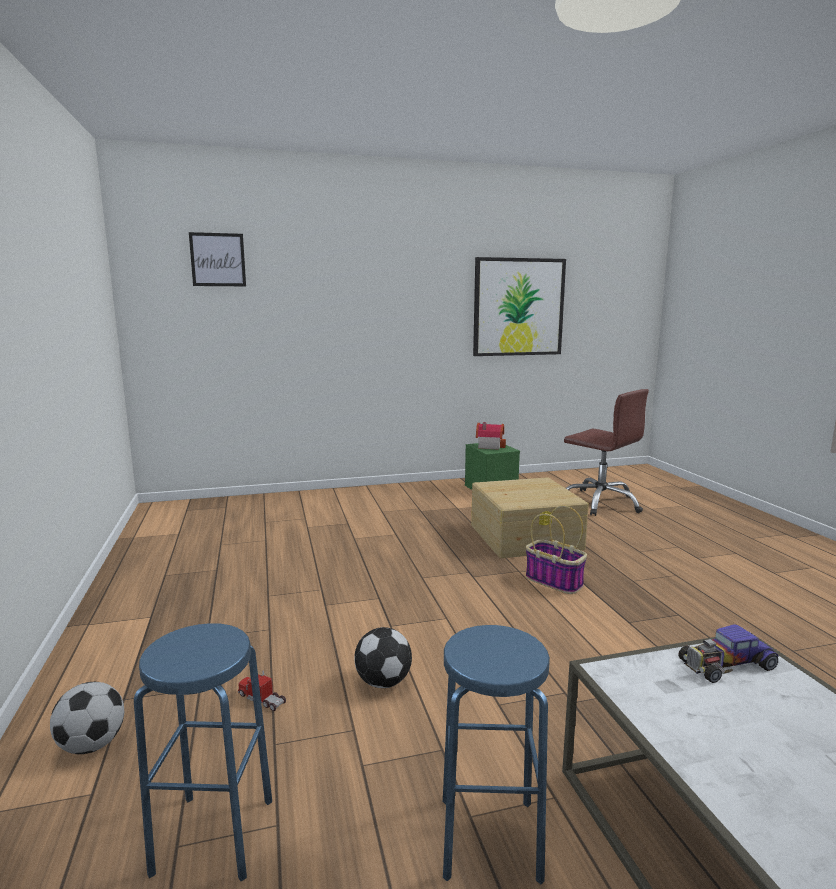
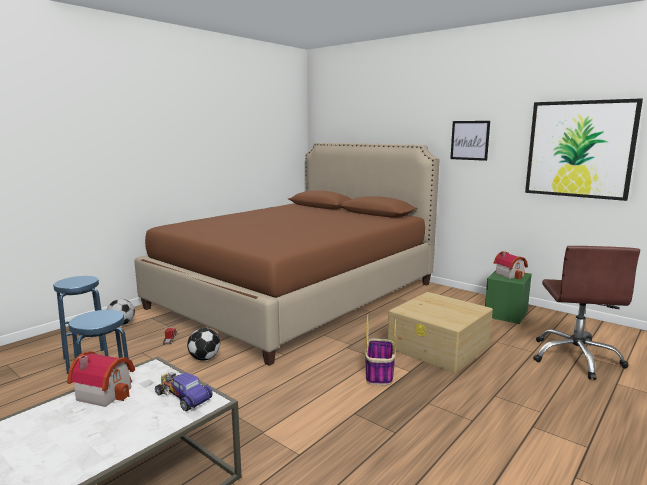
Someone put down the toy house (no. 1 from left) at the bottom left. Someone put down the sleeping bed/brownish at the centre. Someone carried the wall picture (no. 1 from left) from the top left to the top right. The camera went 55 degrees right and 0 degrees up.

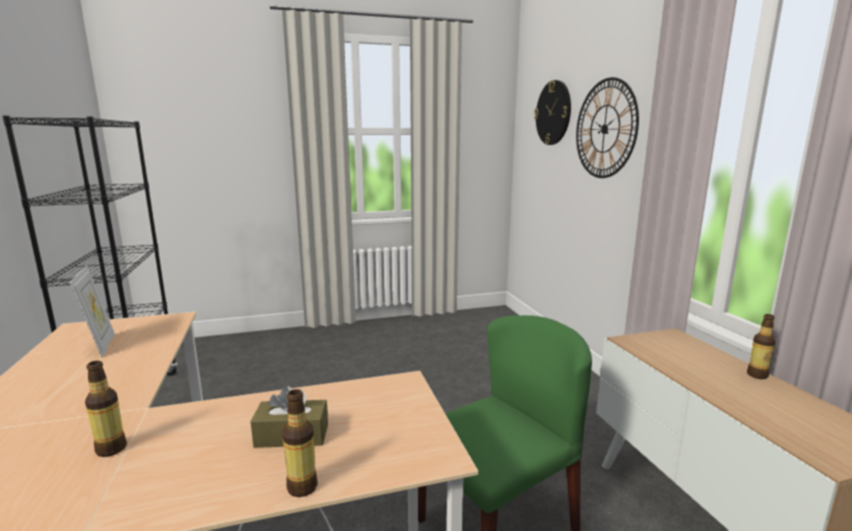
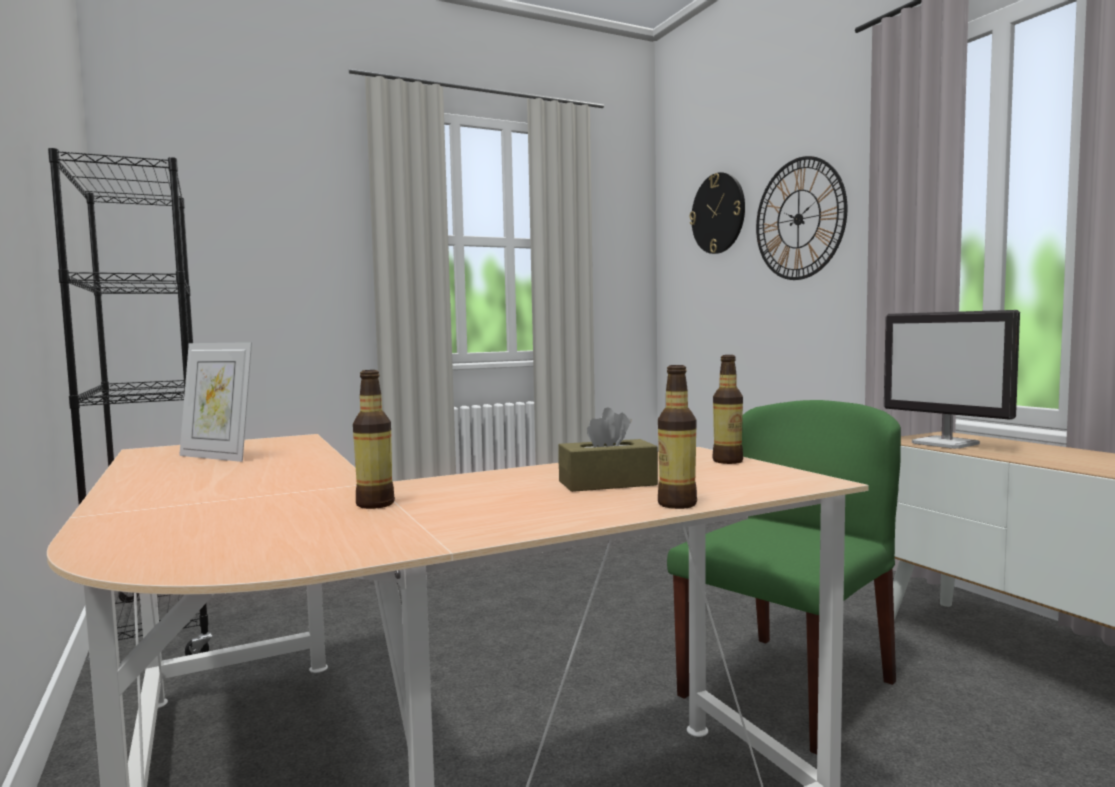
Someone put down the computer display at the middle right. Someone carried the beverage bottle (no. 3 from left) from the middle right to the centre. Someone rotated the standing frame at the middle left by 150 degrees clockwise. The camera went 10 degrees left and 10 degrees down.

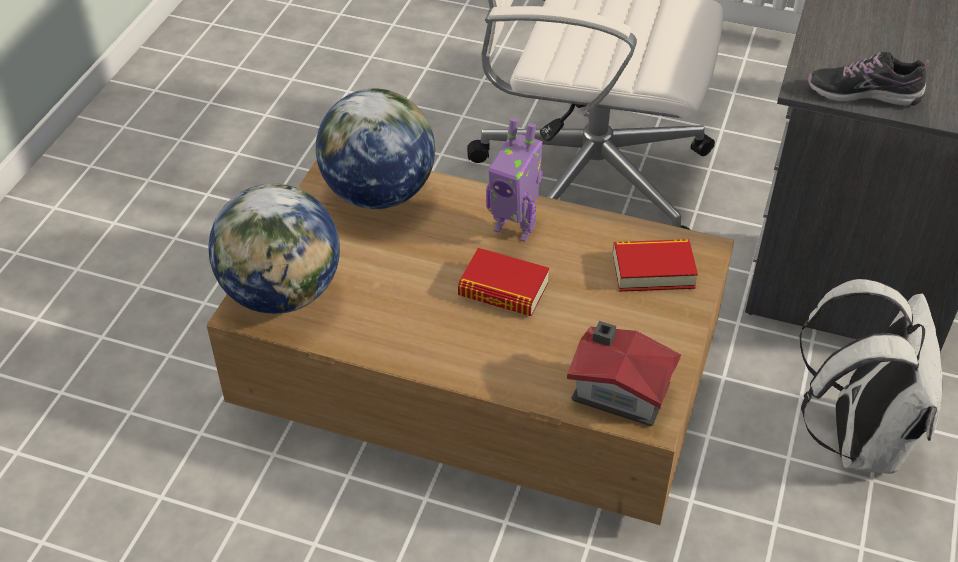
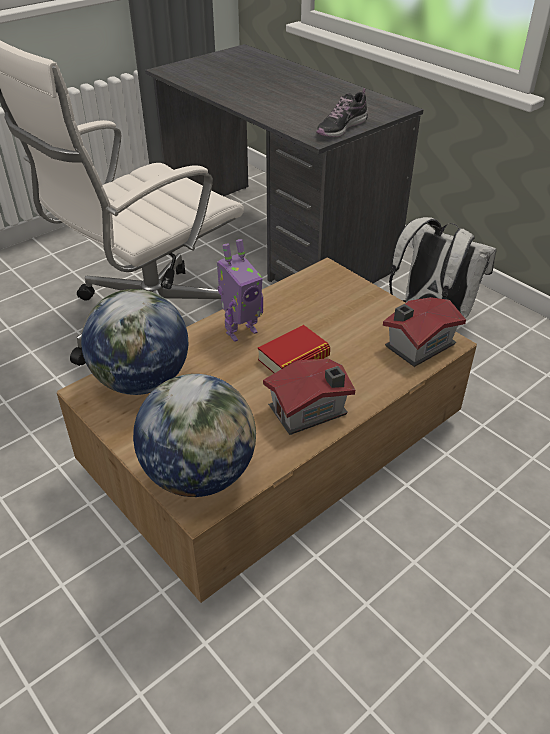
Someone took away the volume (no. 2 from left) at the middle right. Someone put down the toy house (no. 1 from left) at the centre. The camera went 60 degrees left and 5 degrees down.

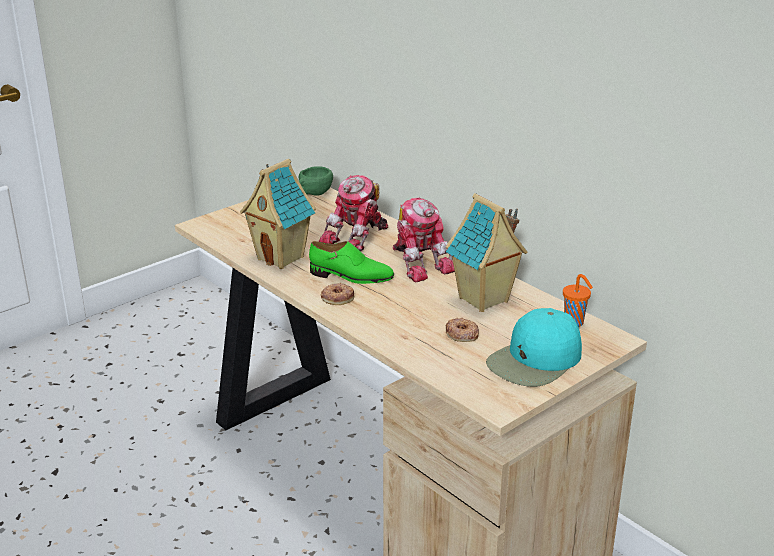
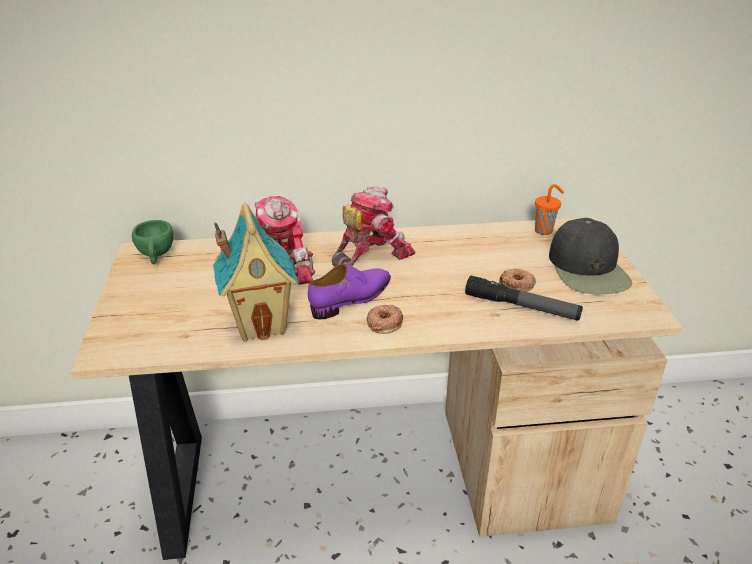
Someone took away the toy house (no. 2 from left) at the centre. Someone put down the hand torch at the middle right. Someone repainted the item of footwear/green at the centre, which became the item of footwear/purplish at the centre. Someone repainted the peaked cap/turquoise-coloured at the middle right, which became the peaked cap/black at the middle right. Someone rotated the robot figure (no. 2 from left) at the centre by 45 degrees counterclockwise. The camera went 55 degrees left and 5 degrees up.

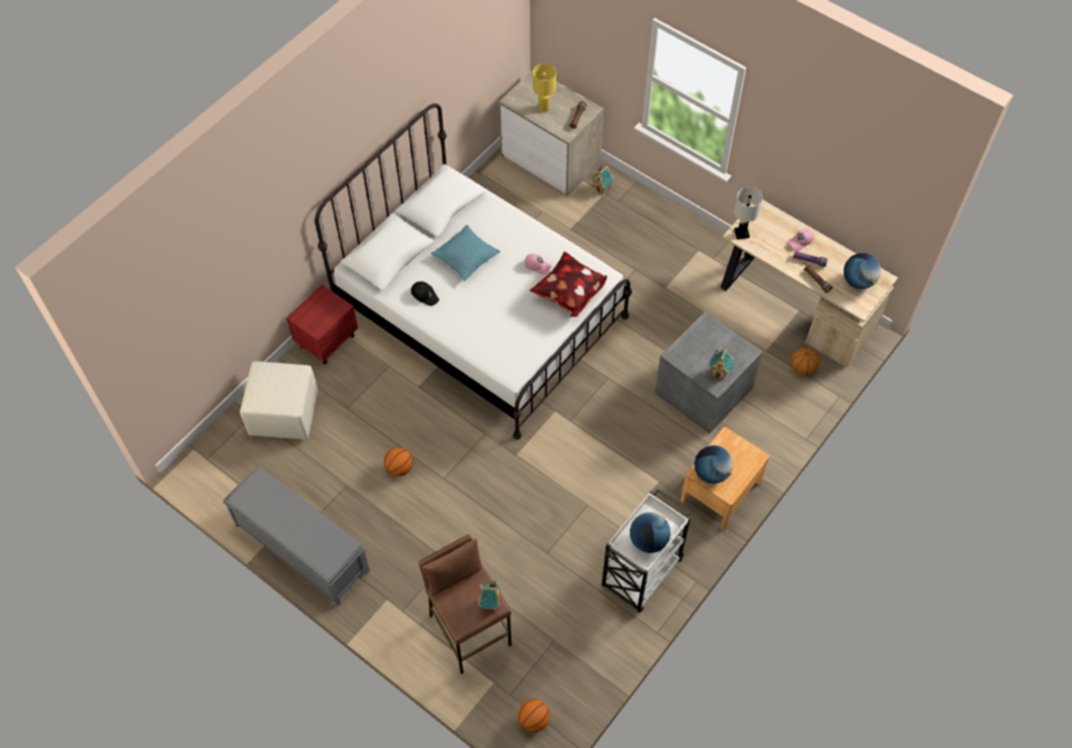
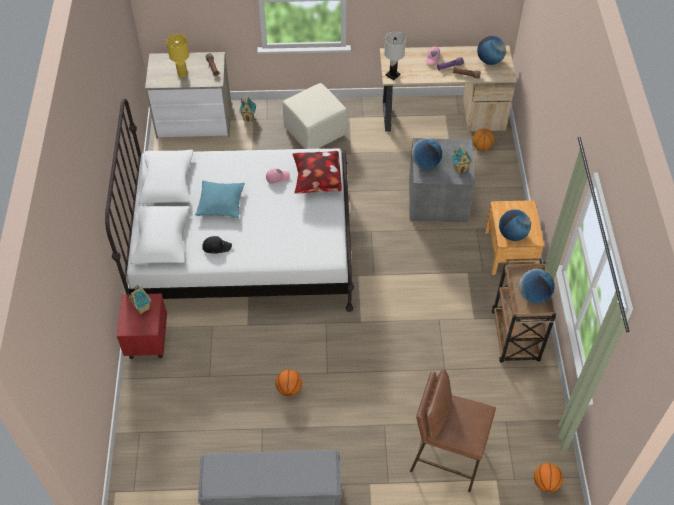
Someone put down the world globe (no. 1 from left) at the top centre. Someone carried the ottoman/beige-coloured from the middle left to the top centre. Someone carried the toy house (no. 1 from left) from the bottom centre to the middle left. Someone repainted the wheeled cart/whitish at the bottom centre, which became the wheeled cart/brownish at the middle right. The camera went 40 degrees left and 5 degrees down.

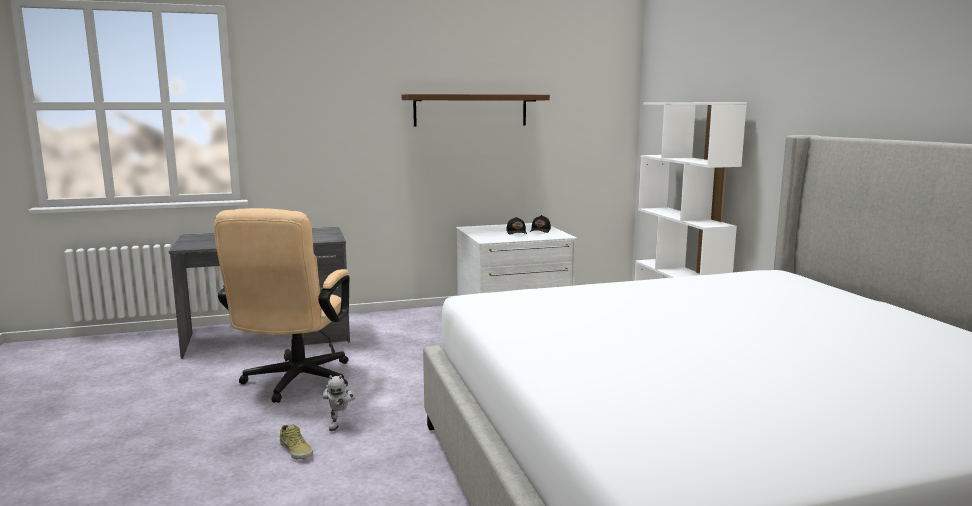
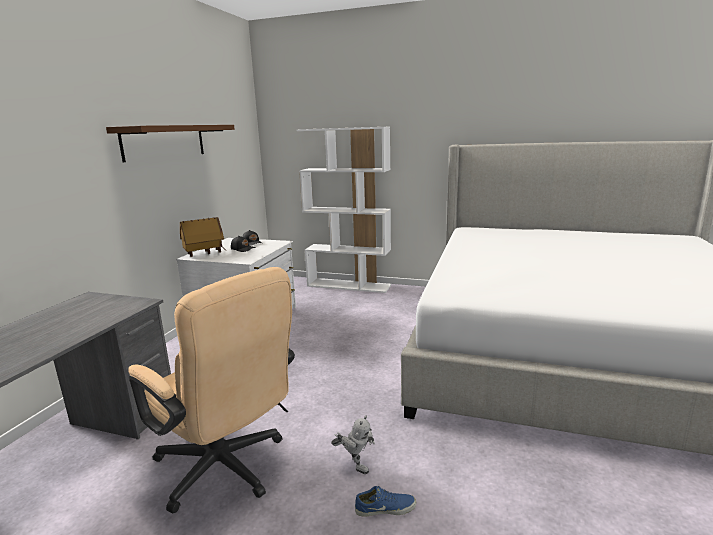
Someone put down the toy house at the middle left. Someone repainted the item of footwear/beige-coloured at the bottom left, which became the item of footwear/bluish at the bottom centre. The camera went 55 degrees left and 5 degrees up.

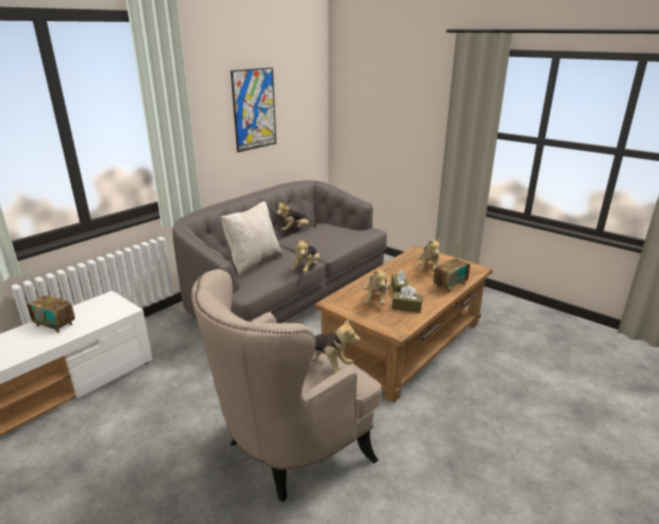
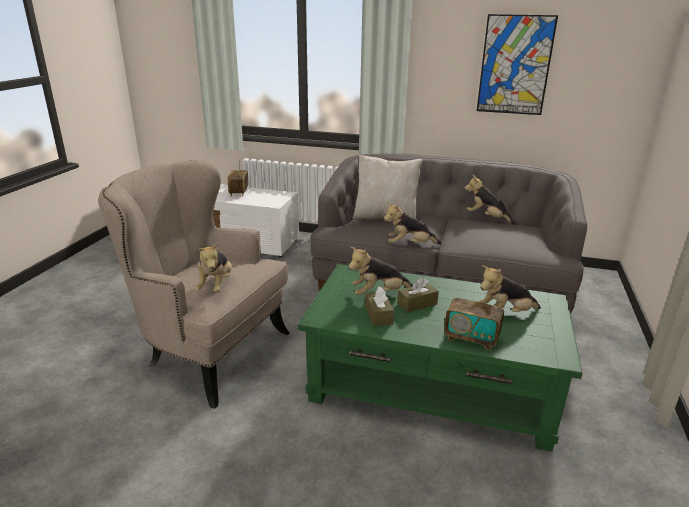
Someone repainted the low table/brownish at the centre, which became the low table/green at the bottom centre. The camera went 65 degrees right and 0 degrees up.

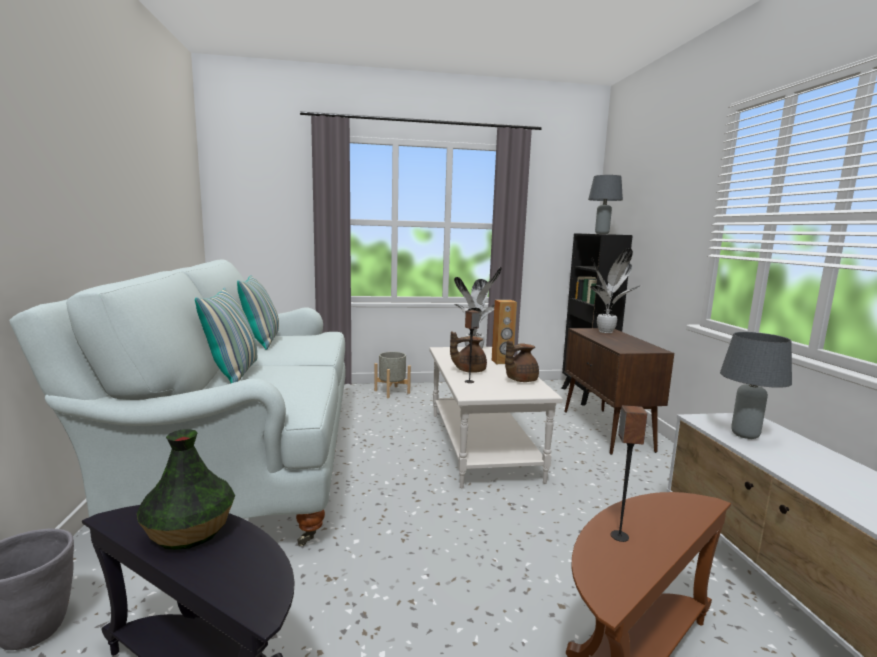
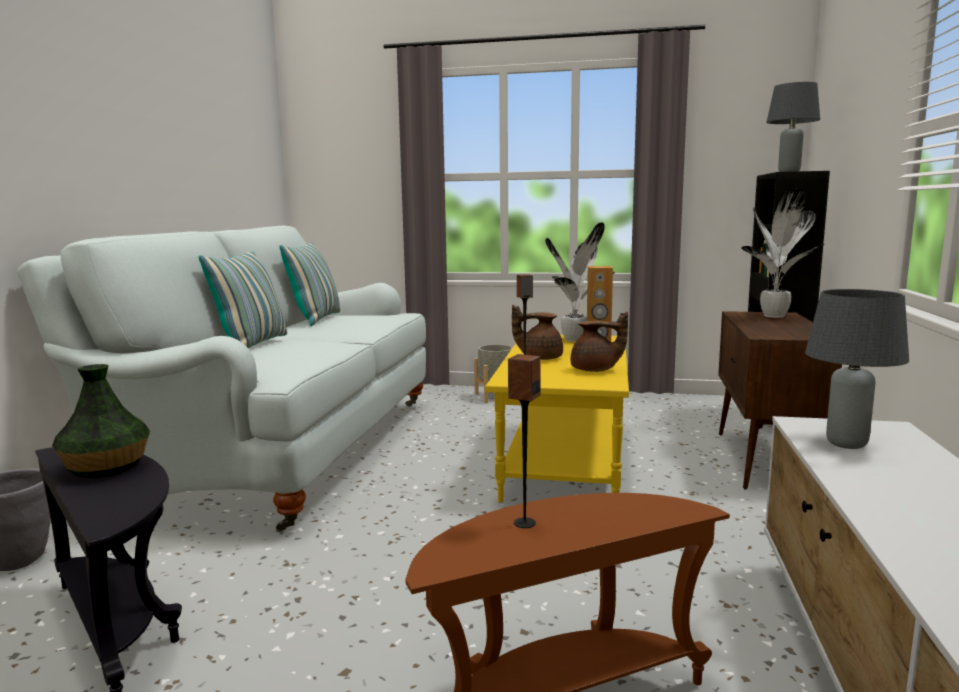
Someone repainted the low table/whitish at the centre, which became the low table/yellow at the centre. Someone rotated the pot for tea/brownish (no. 2 from left) at the centre by 150 degrees counterclockwise. The camera went 20 degrees right and 0 degrees up.

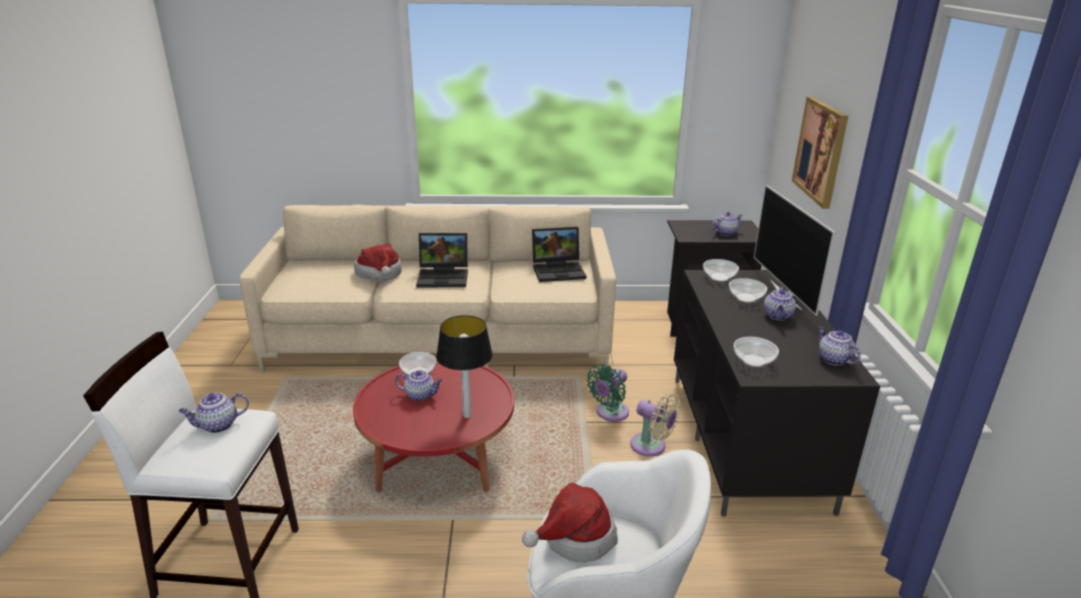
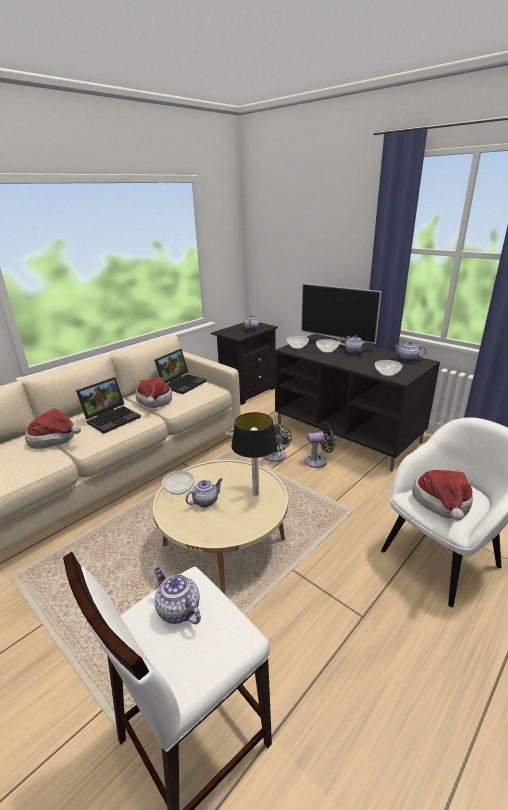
Someone took away the wall picture at the top right. Someone put down the hat (no. 2 from left) at the middle left. Someone repainted the low table/red at the bottom centre, which became the low table/beige-coloured at the centre. Someone repainted the electric fan/beige-coloured at the bottom centre, which became the electric fan/black at the centre. Someone rotated the pot for tea (no. 1 from left) at the bottom left by 120 degrees clockwise. The camera went 45 degrees left and 0 degrees up.

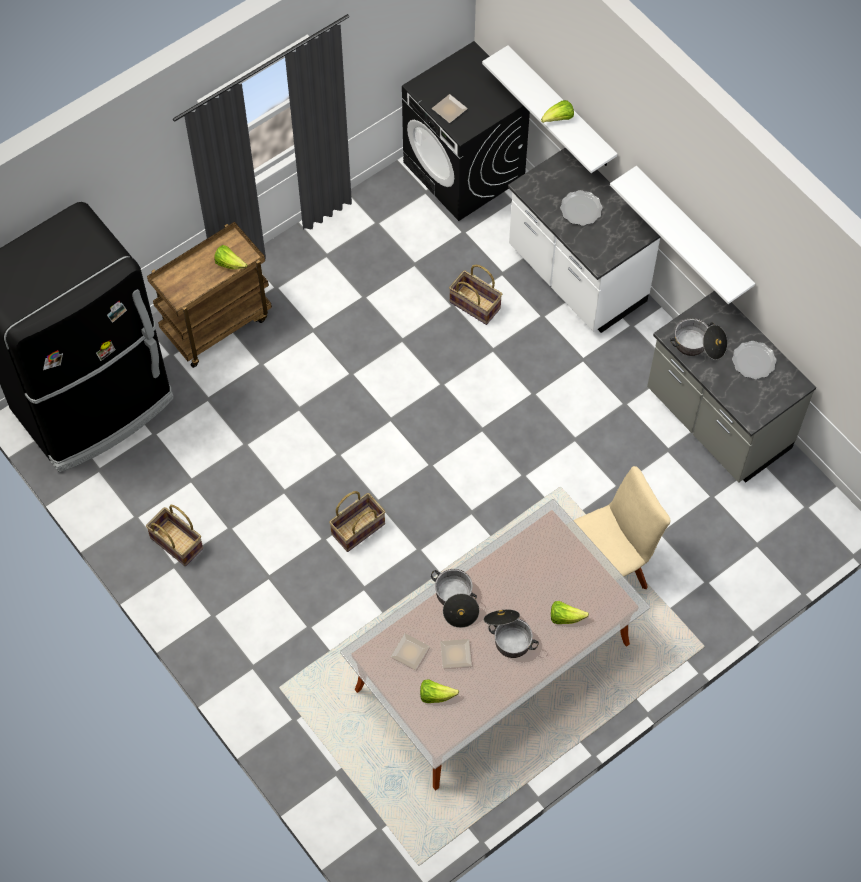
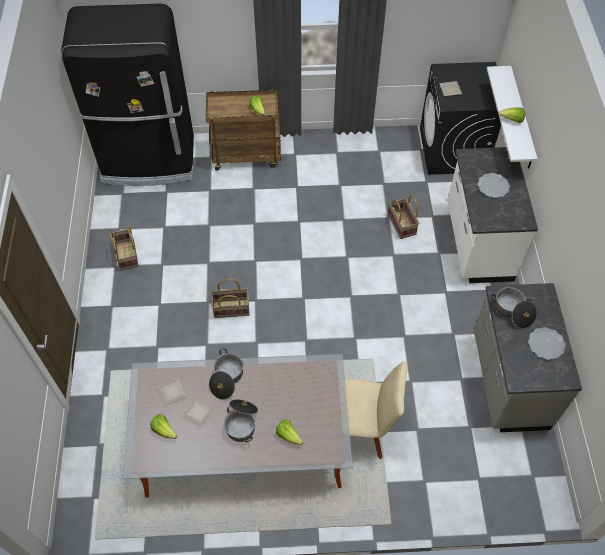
Someone took away the bracket shelf/whitish (no. 2 from left) at the top right. The camera went 35 degrees right and 5 degrees down.

